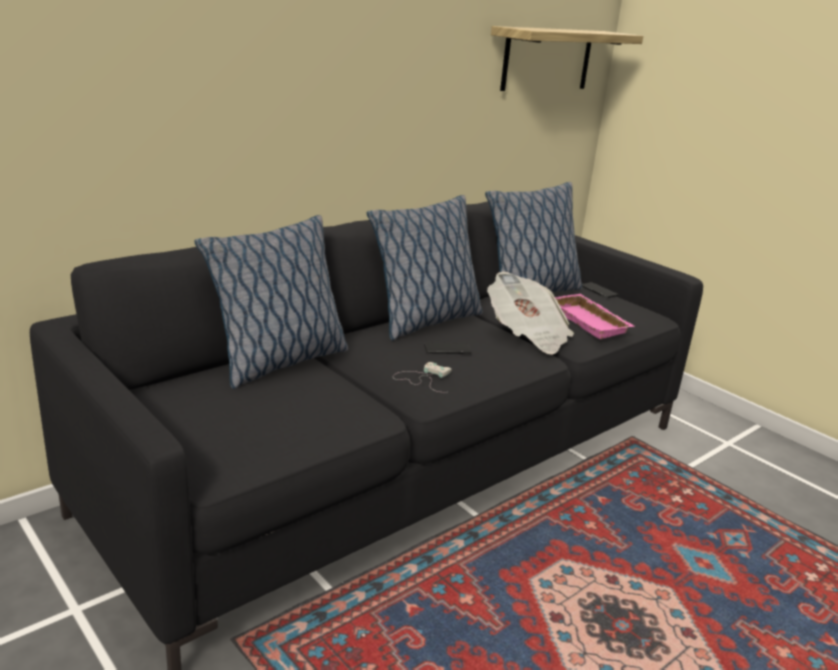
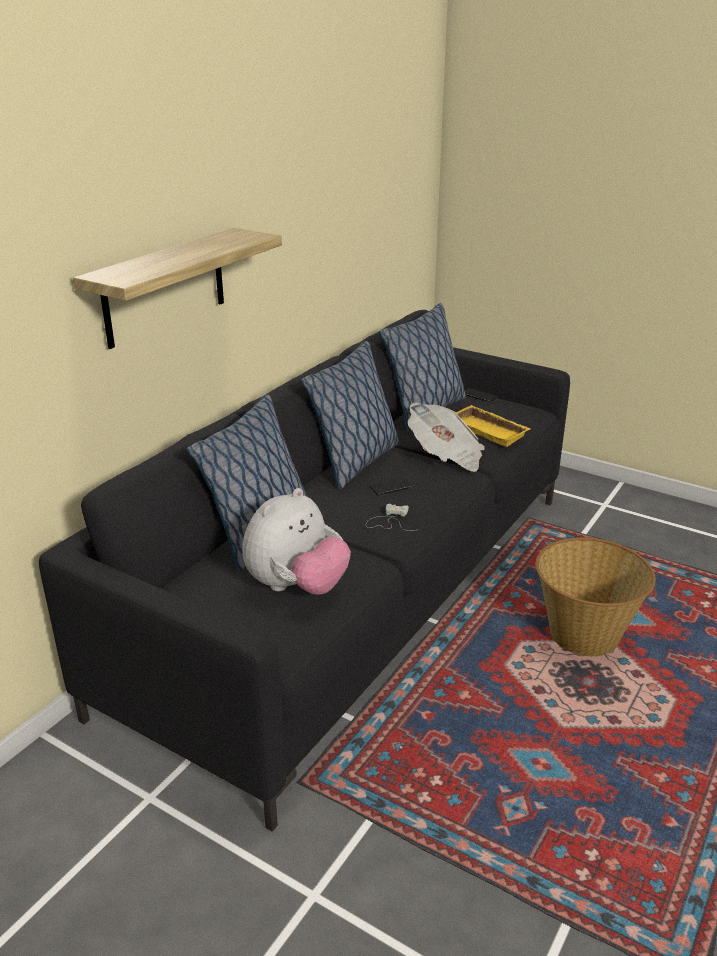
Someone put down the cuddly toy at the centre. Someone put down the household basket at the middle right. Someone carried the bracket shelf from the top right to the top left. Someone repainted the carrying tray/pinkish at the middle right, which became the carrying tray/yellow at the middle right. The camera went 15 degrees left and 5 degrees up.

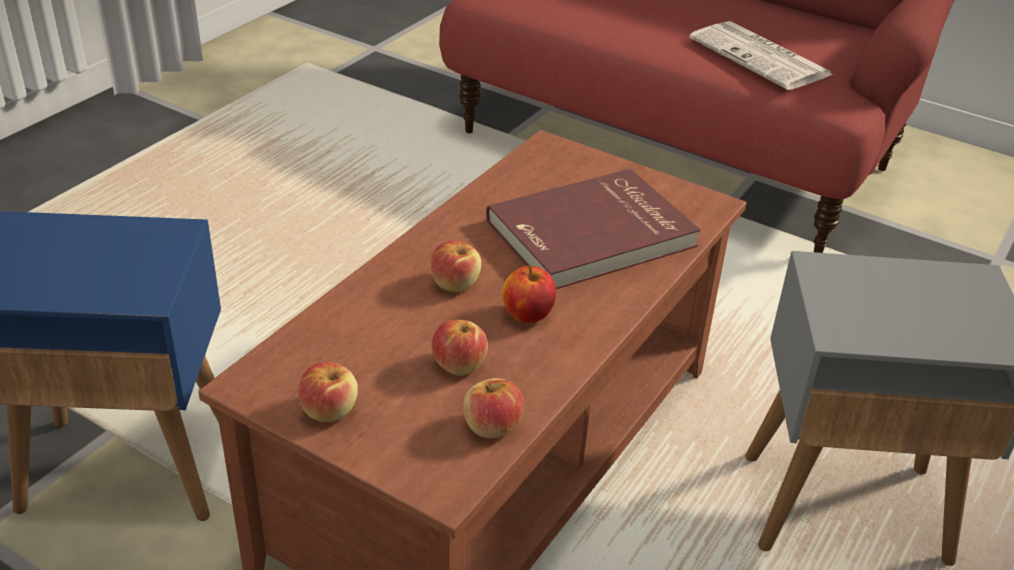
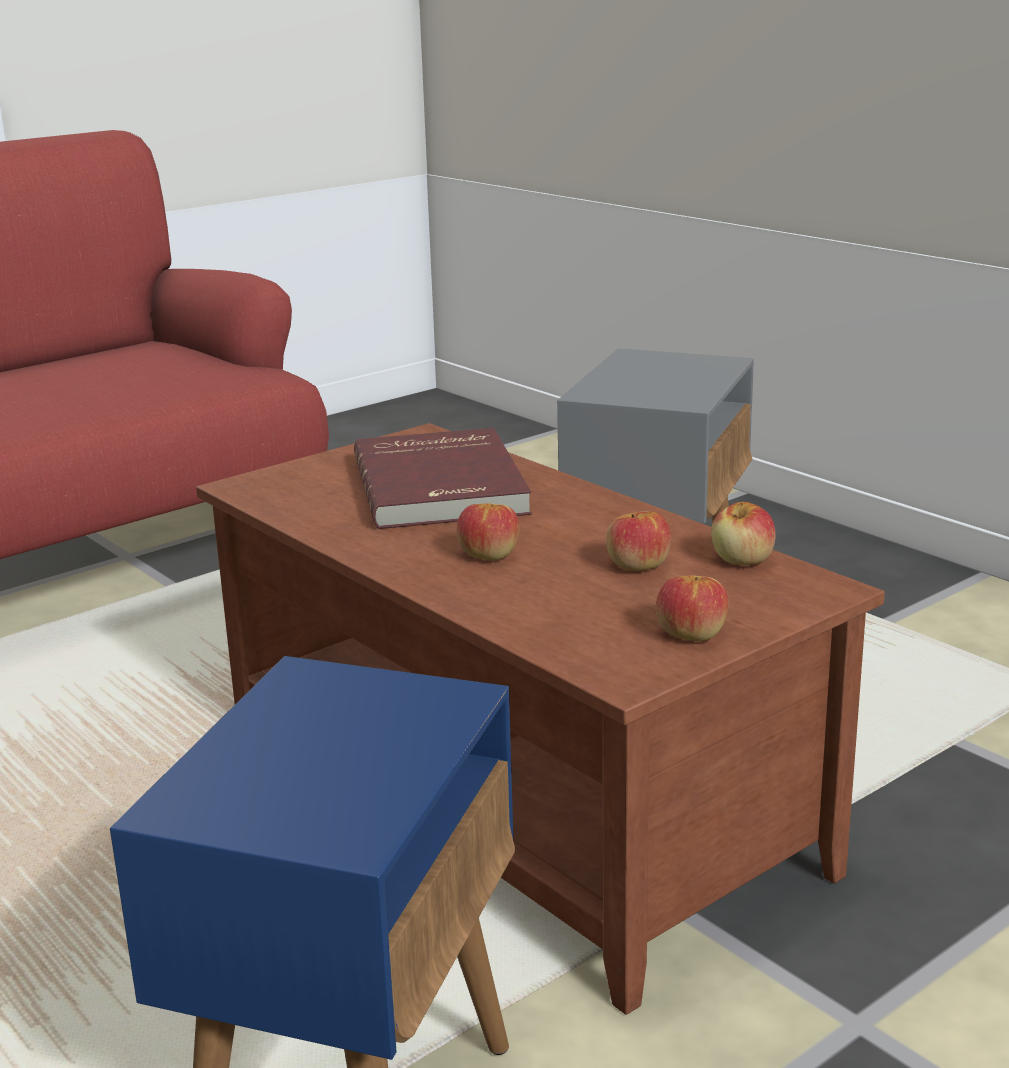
Someone took away the apple (no. 5 from left) at the centre. Someone took away the printed paper at the top right. The camera went 70 degrees left and 15 degrees down.

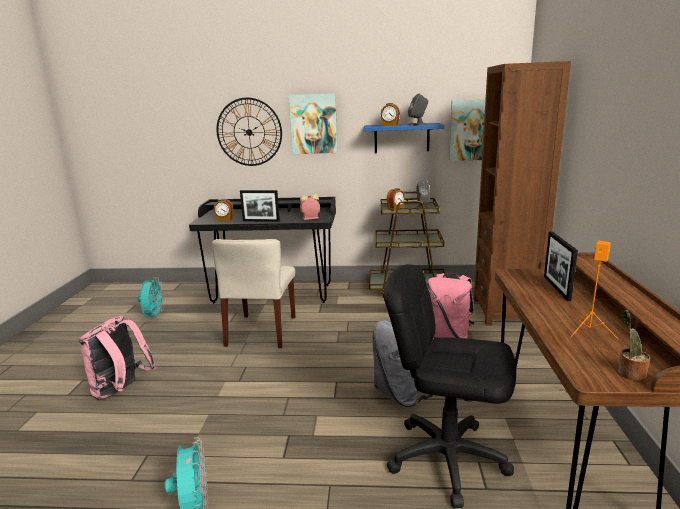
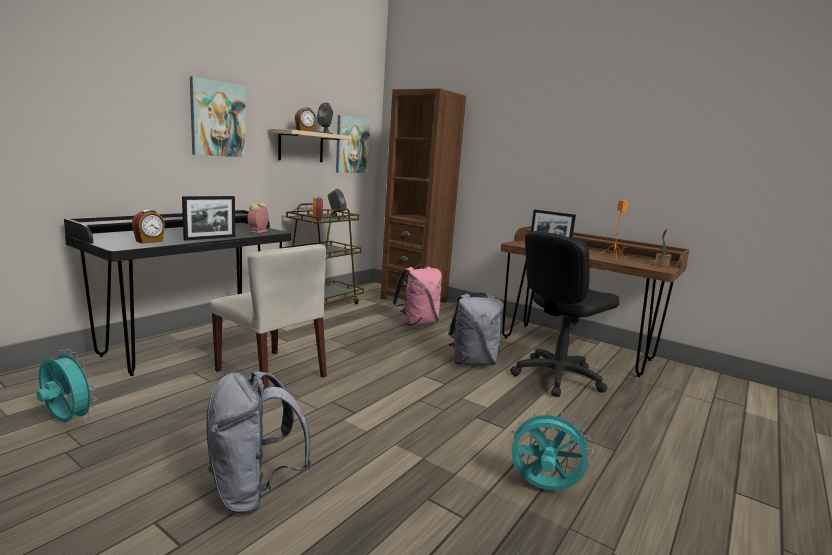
Someone took away the hanging clock at the top centre. Someone repainted the rucksack/pinkish (no. 1 from left) at the bottom left, which became the rucksack/greyish (no. 1 from left) at the bottom left. Someone repainted the bracket shelf/bluish at the top centre, which became the bracket shelf/beige-coloured at the top centre. The camera went 60 degrees left and 5 degrees down.

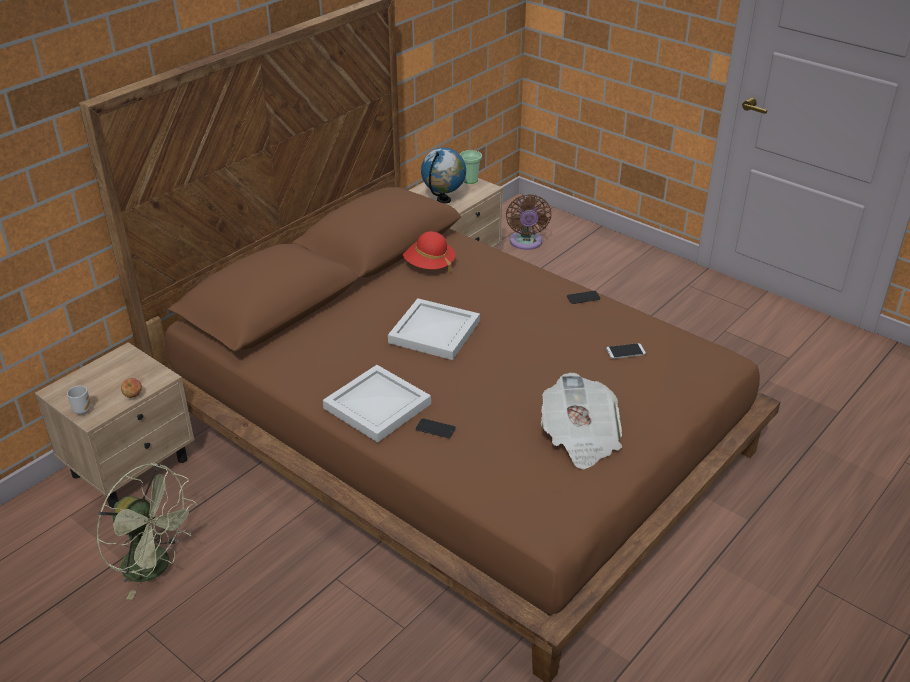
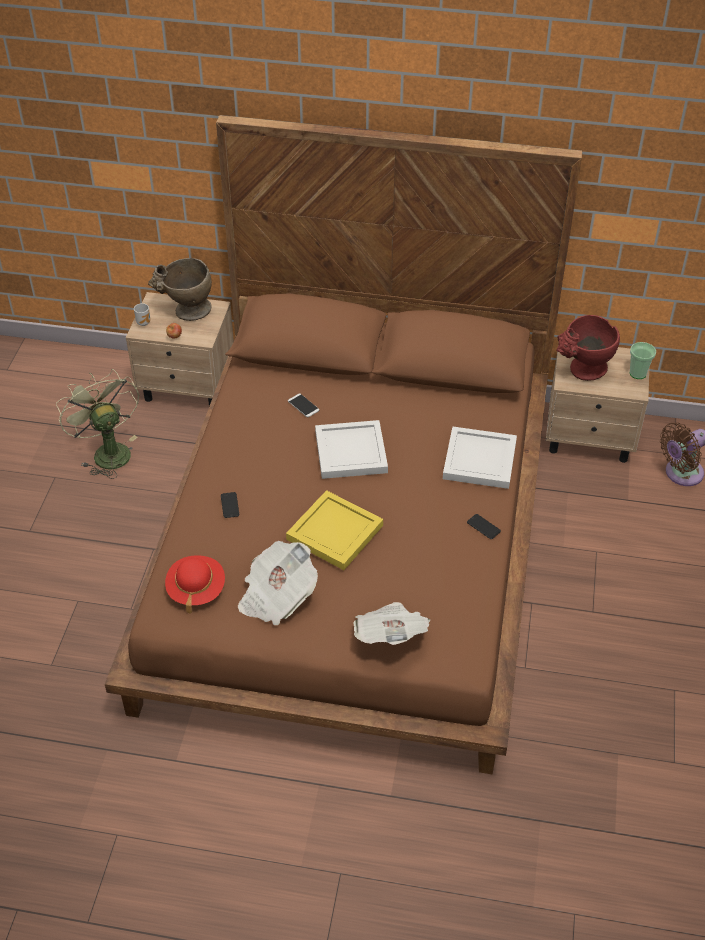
Someone put down the flower vase/beige-coloured at the top left. Someone put down the carrying tray/yellow at the centre. Someone put down the printed paper (no. 2 from left) at the centre. Someone carried the carrying tray/whitish (no. 1 from left in the first image) from the centre to the middle right. Someone carried the hat/red from the centre to the middle left. Someone carried the handset (no. 3 from left in the first image) from the middle right to the centre. Someone swapped the world globe at the top centre for the flower vase/red at the middle right. Someone rotated the electric fan/green at the bottom left by 150 degrees clockwise. The camera went 60 degrees right and 10 degrees up.

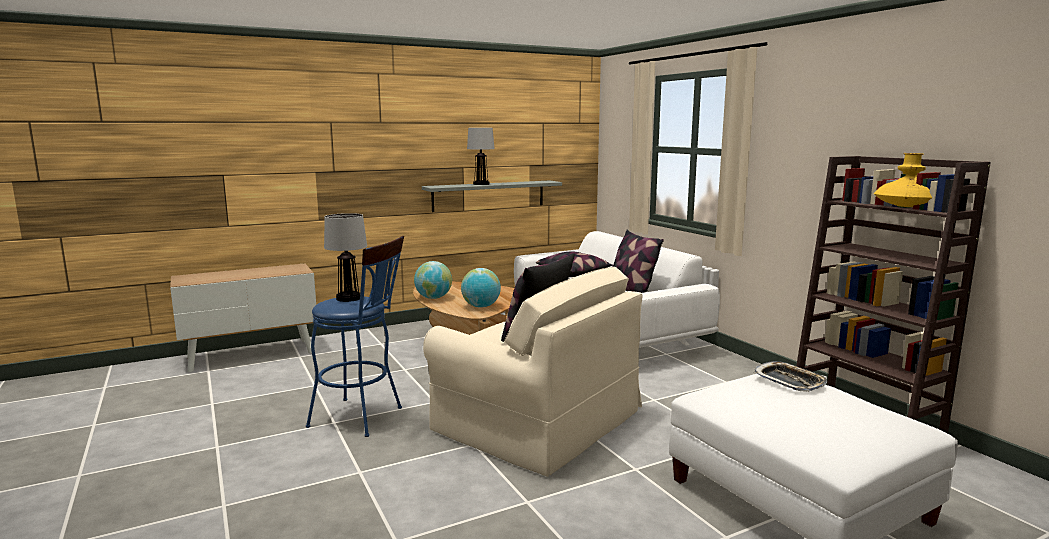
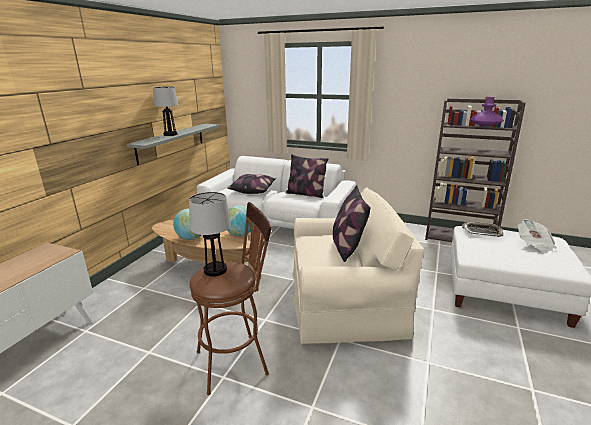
Someone put down the printed paper at the middle right. Someone repainted the stool/bluish at the centre, which became the stool/brownish at the bottom centre. Someone repainted the flower vase/yellow at the middle right, which became the flower vase/purplish at the top right. The camera went 40 degrees left and 10 degrees up.

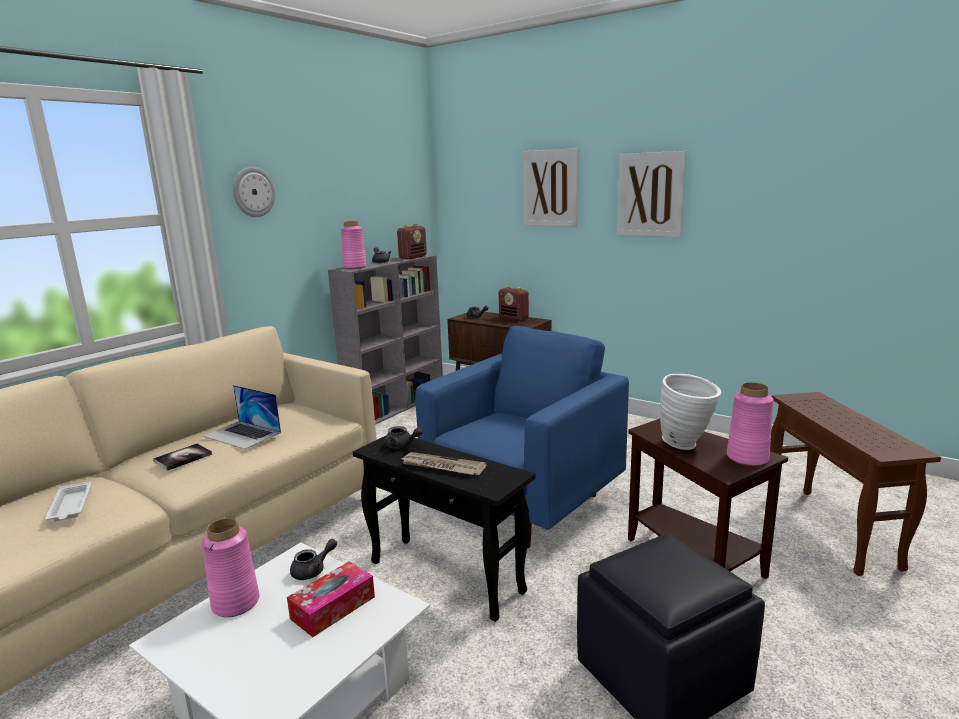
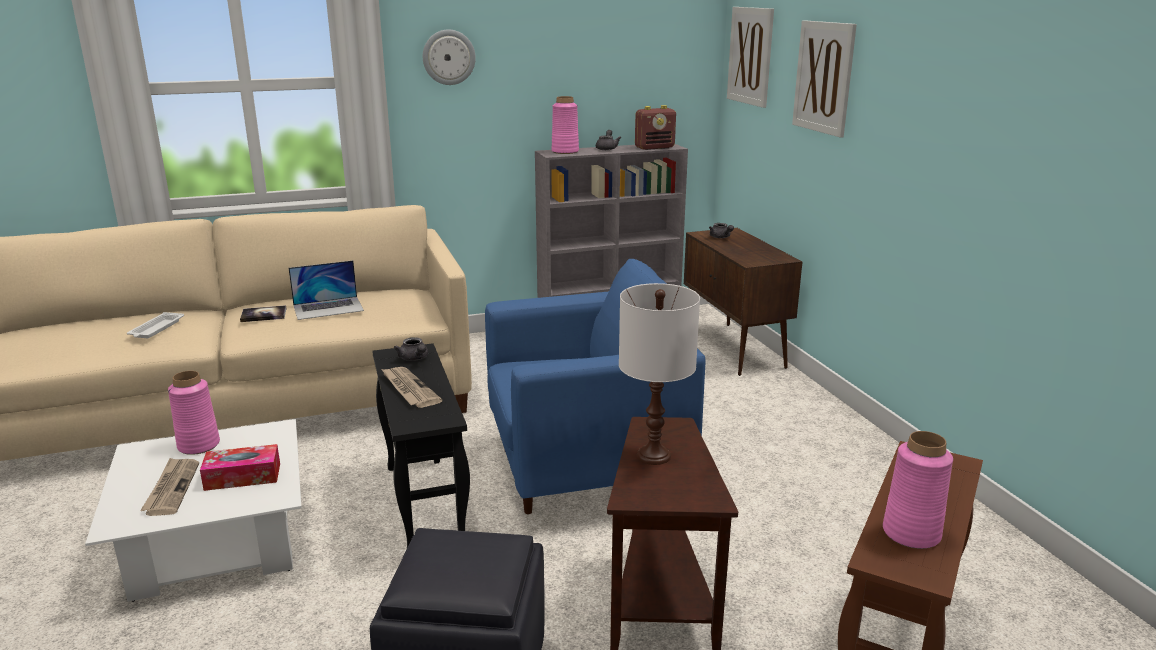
Someone took away the pot for tea/greyish (no. 1 from left) at the bottom left. Someone took away the radio set (no. 2 from left) at the centre. Someone put down the printed paper (no. 1 from left) at the bottom left. Someone carried the wall picture (no. 2 from left in the first image) from the top right to the top centre. Someone carried the flower vase/pinkish (no. 3 from left) from the middle right to the bottom right. Someone swapped the flower vase/whitish at the middle right for the table lamp/whitish at the centre. Someone rotated the notebook computer at the middle left by 90 degrees counterclockwise. The camera went 35 degrees right and 5 degrees up.

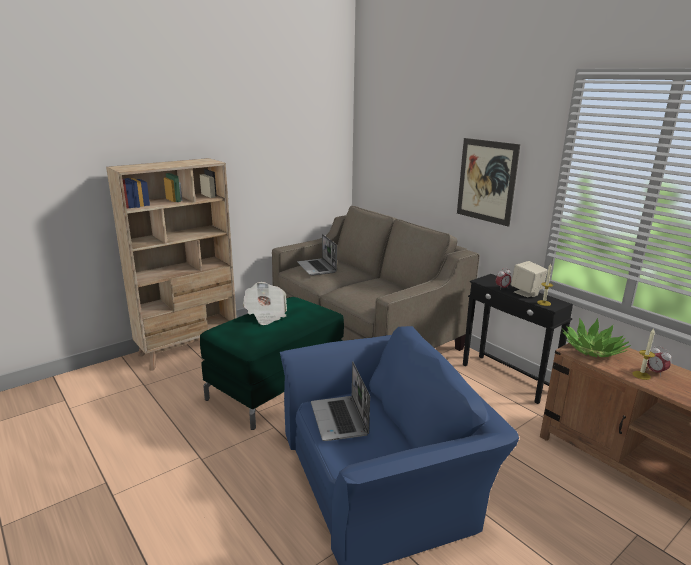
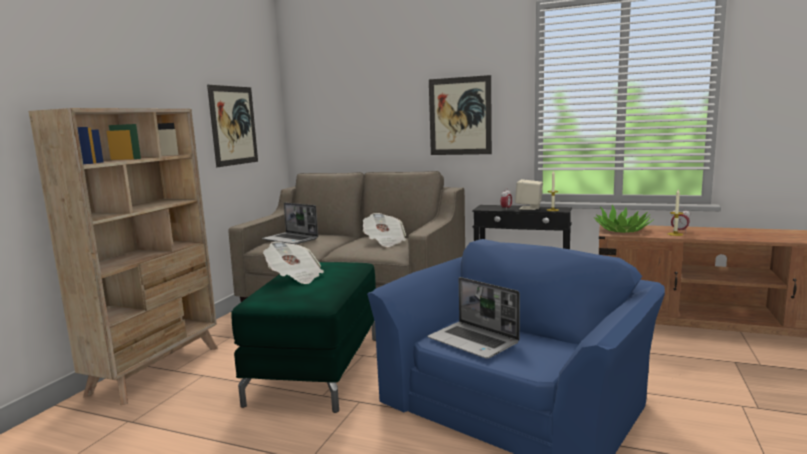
Someone put up the wall picture (no. 1 from left) at the top left. Someone put down the printed paper (no. 2 from left) at the centre. The camera went 30 degrees left and 10 degrees down.

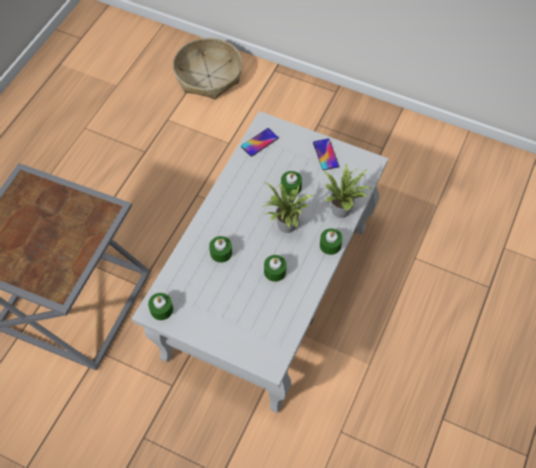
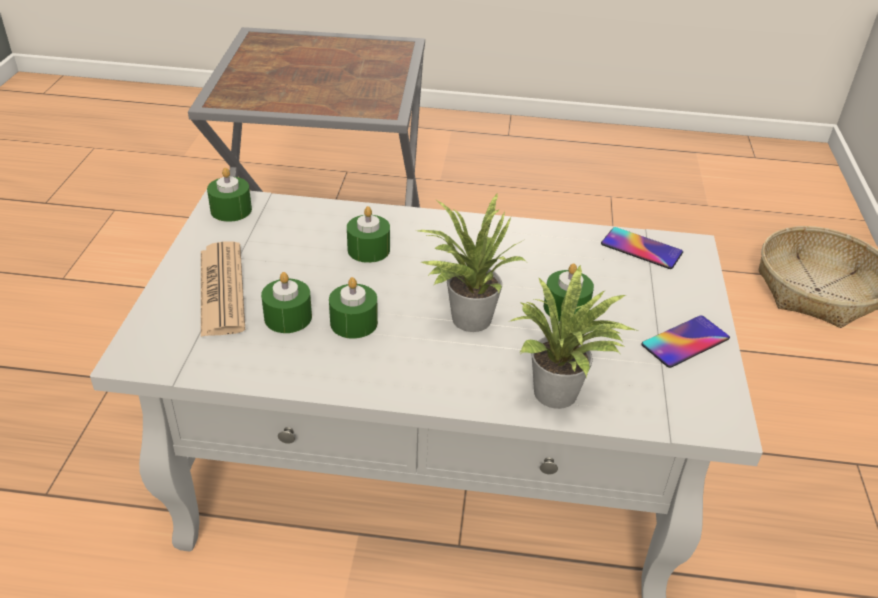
Someone put down the printed paper at the middle left. Someone carried the wax light/green (no. 5 from left in the first image) from the centre to the middle left. The camera went 70 degrees right and 20 degrees down.

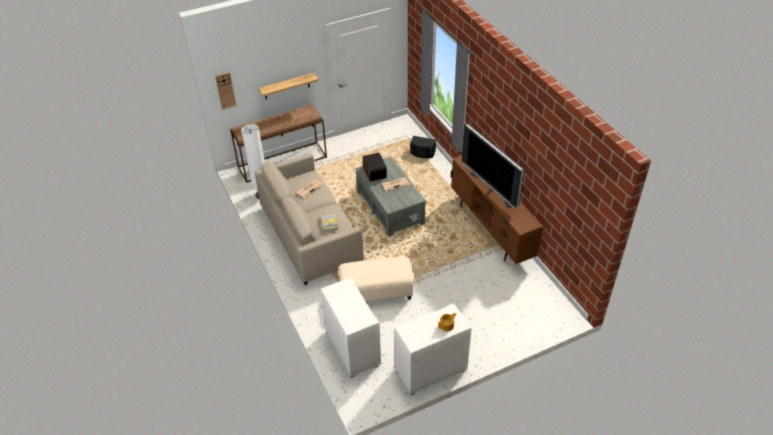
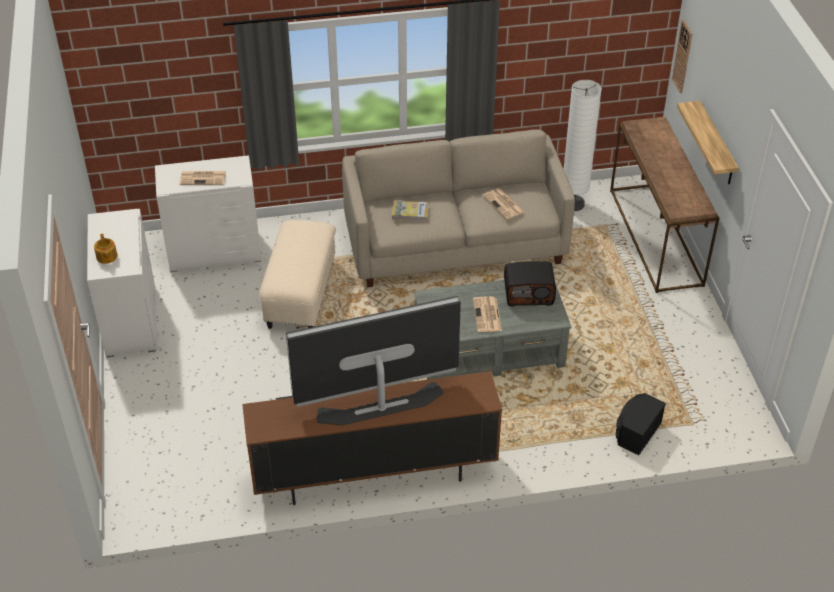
Someone put down the printed paper (no. 1 from left) at the top left. The camera went 105 degrees right and 0 degrees up.

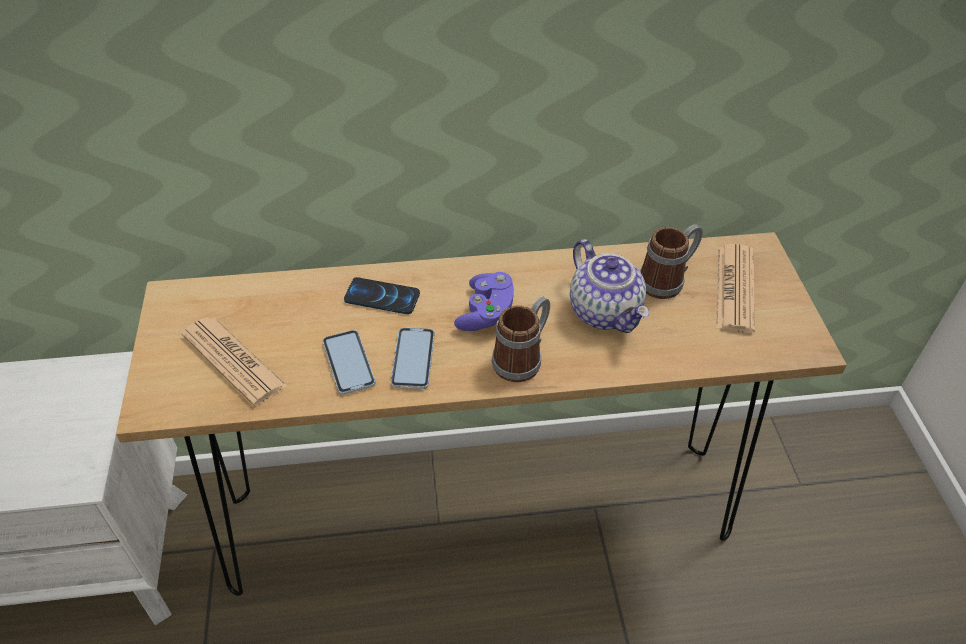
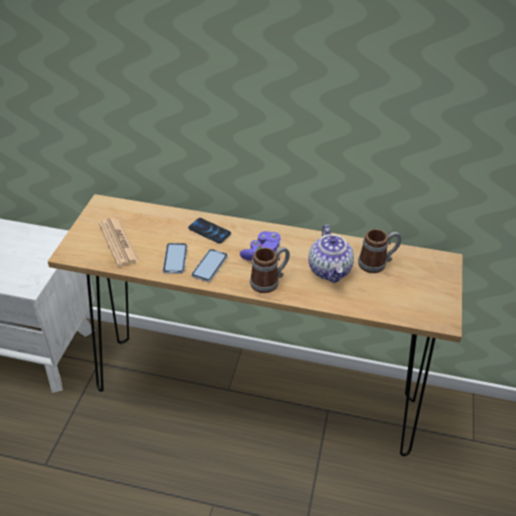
Someone took away the printed paper (no. 2 from left) at the middle right. The camera went 20 degrees right and 5 degrees down.

